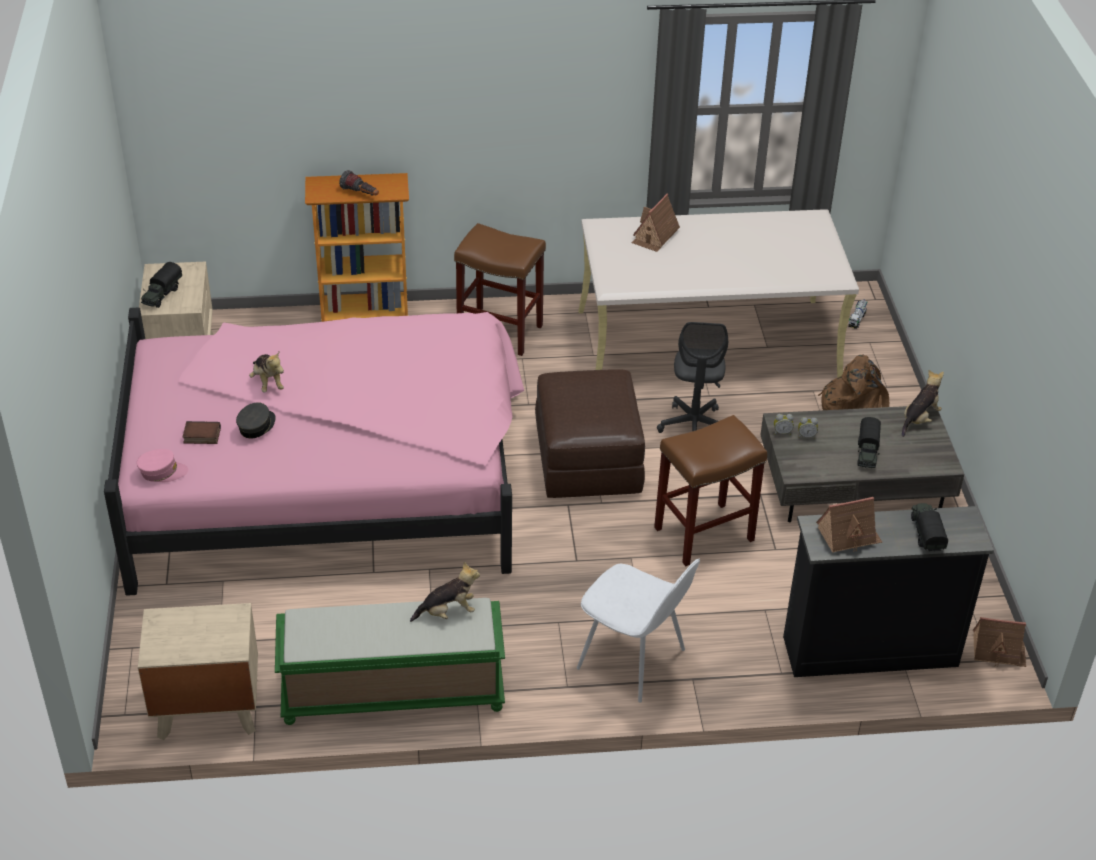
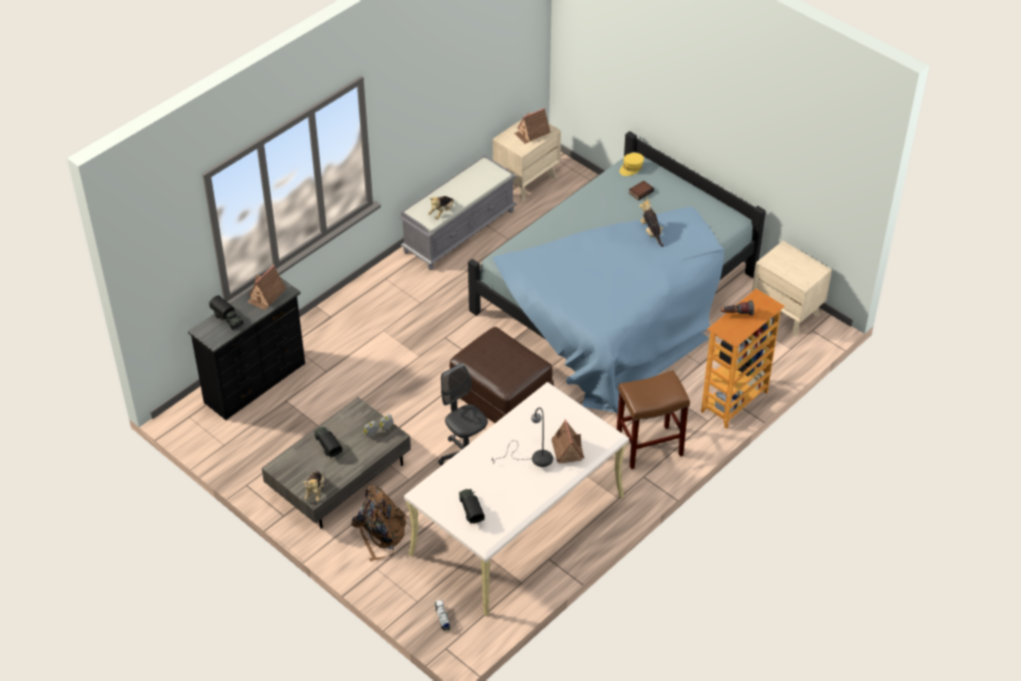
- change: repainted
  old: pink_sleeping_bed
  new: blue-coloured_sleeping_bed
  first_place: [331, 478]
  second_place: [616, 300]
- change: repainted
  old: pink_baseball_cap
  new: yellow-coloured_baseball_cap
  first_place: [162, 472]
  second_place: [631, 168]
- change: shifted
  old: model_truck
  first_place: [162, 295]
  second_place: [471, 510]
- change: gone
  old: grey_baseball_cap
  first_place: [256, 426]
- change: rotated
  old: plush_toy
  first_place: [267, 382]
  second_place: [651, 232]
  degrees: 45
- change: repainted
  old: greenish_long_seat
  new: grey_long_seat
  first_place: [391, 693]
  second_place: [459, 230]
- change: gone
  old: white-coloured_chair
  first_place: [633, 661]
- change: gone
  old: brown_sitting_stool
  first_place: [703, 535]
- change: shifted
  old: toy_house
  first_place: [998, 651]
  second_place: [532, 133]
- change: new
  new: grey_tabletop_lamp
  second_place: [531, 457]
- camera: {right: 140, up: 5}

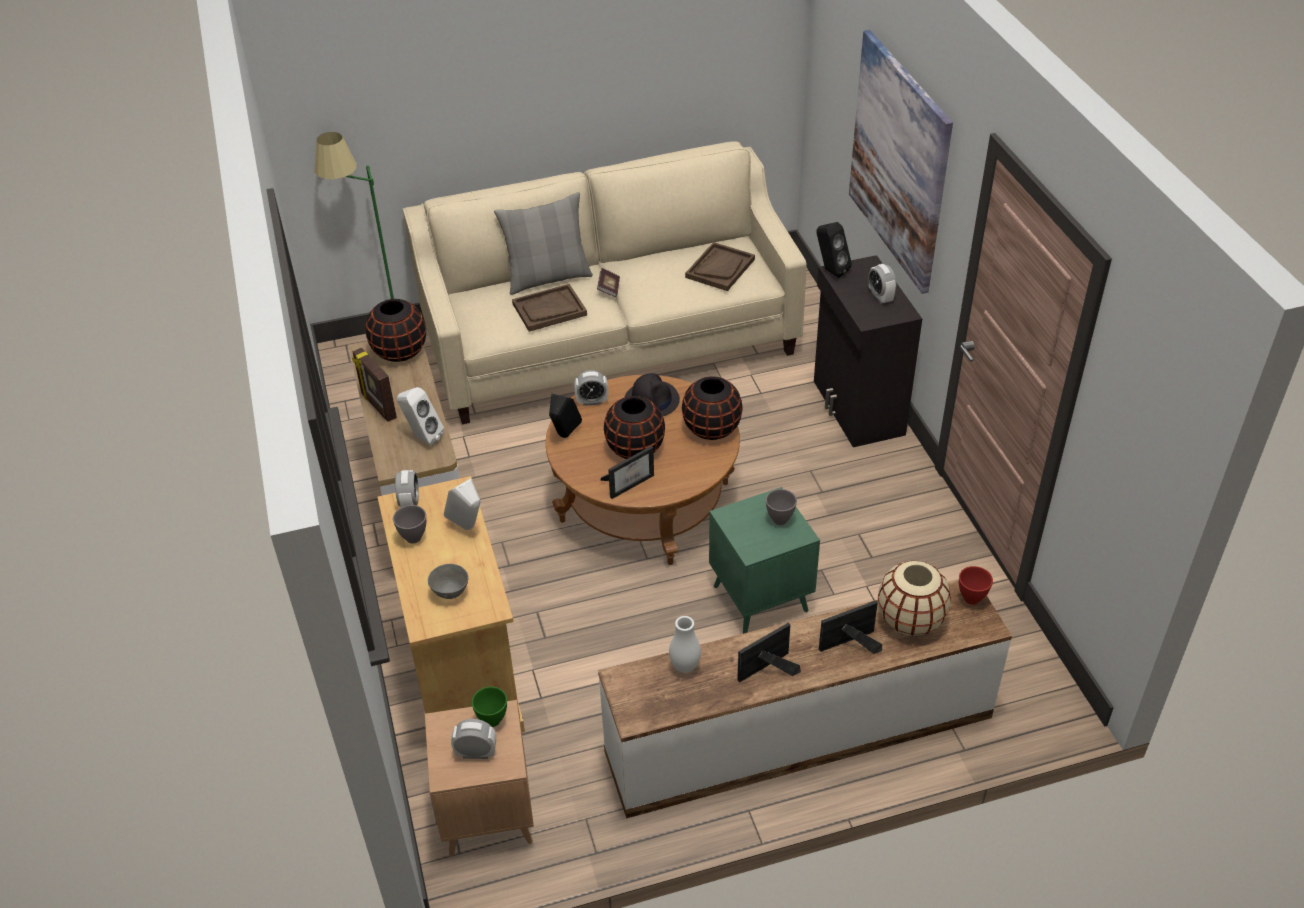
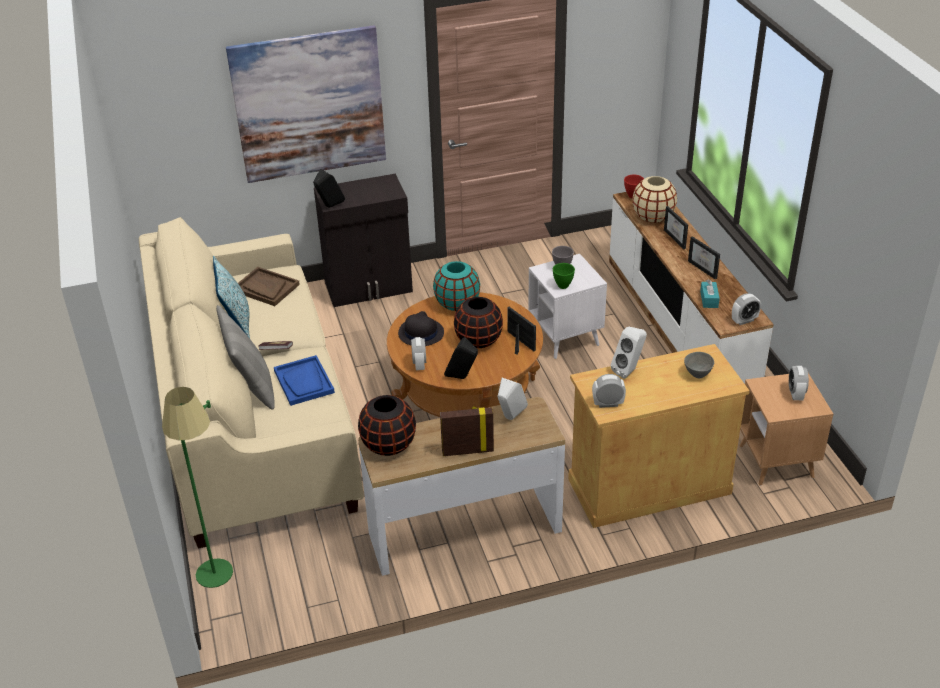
- change: rotated
  old: photo_frame
  first_place: [378, 406]
  second_place: [467, 450]
  degrees: -150
- change: gone
  old: grey_deep_dish
  first_place: [414, 538]
- change: shifted
  old: greenish_deep_dish
  first_place: [492, 719]
  second_place: [562, 286]
- change: repainted
  old: brown_tray
  new: blue-coloured_tray
  first_place: [549, 310]
  second_place: [304, 382]
- change: swapped
  old: white-coloured_flower_vase
  new: turquoise_tissue_holder
  first_place: [685, 666]
  second_place: [709, 299]
- change: repainted
  old: blackish_flower_vase
  new: turquoise_flower_vase
  first_place: [711, 429]
  second_place: [457, 304]
- change: repainted
  old: greenish_end_table
  new: white-coloured_end_table
  first_place: [760, 599]
  second_place: [565, 337]
- change: shifted
  old: table_clock
  first_place: [880, 297]
  second_place: [744, 320]
- change: new
  new: pillow
  second_place: [236, 321]
- camera: {right: -90, up: -5}

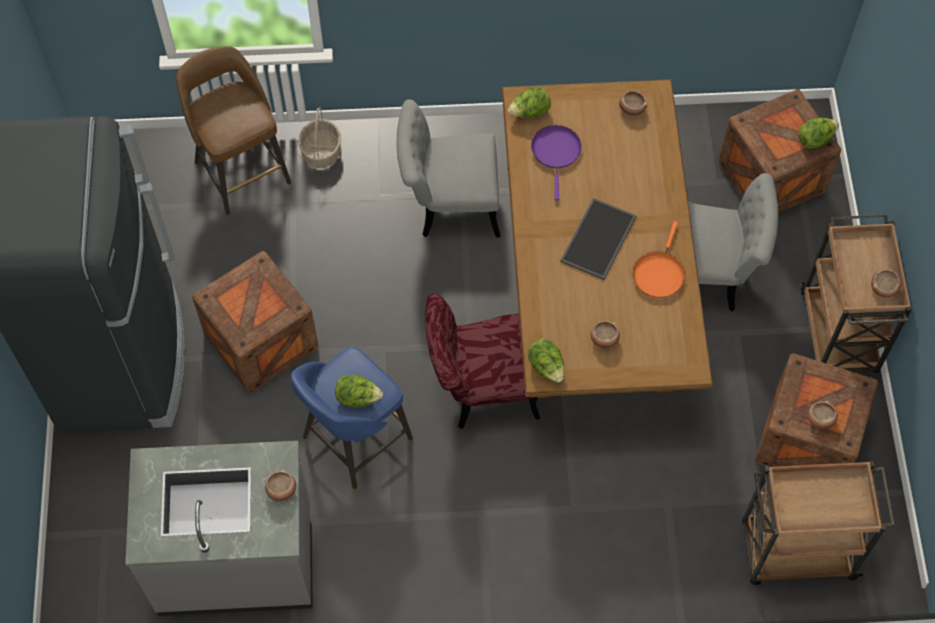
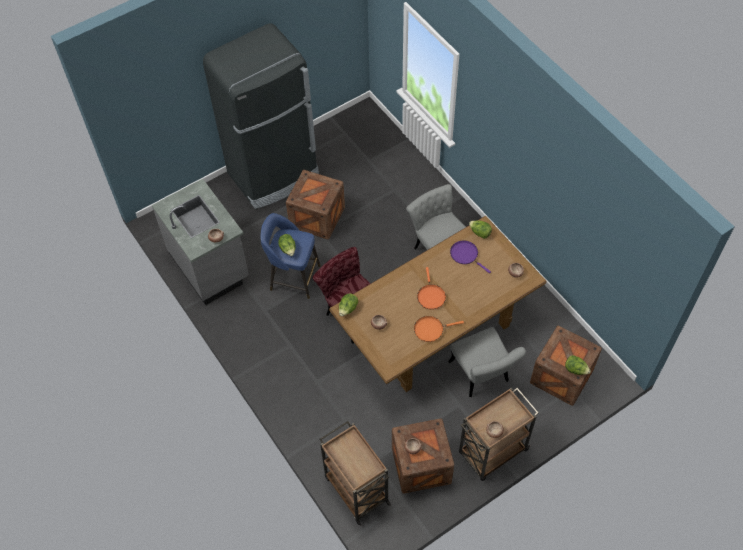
- change: gone
  old: brown_sitting_stool
  first_place: [241, 170]
- change: gone
  old: household_basket
  first_place: [321, 152]
- change: rotated
  old: purple_frying_pan
  first_place: [556, 153]
  second_place: [465, 255]
  degrees: -105
- change: swapped
  old: tray
  new: orange_frying_pan
  first_place: [599, 240]
  second_place: [430, 296]
- camera: {right: 60, up: -5}

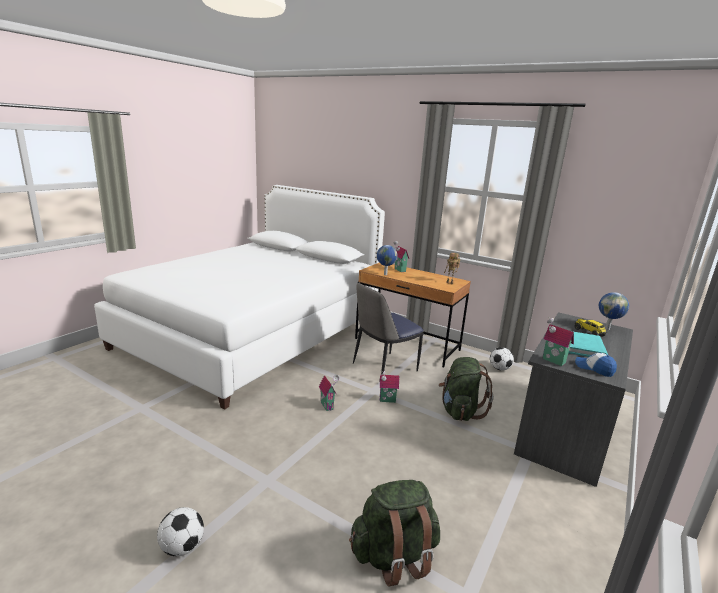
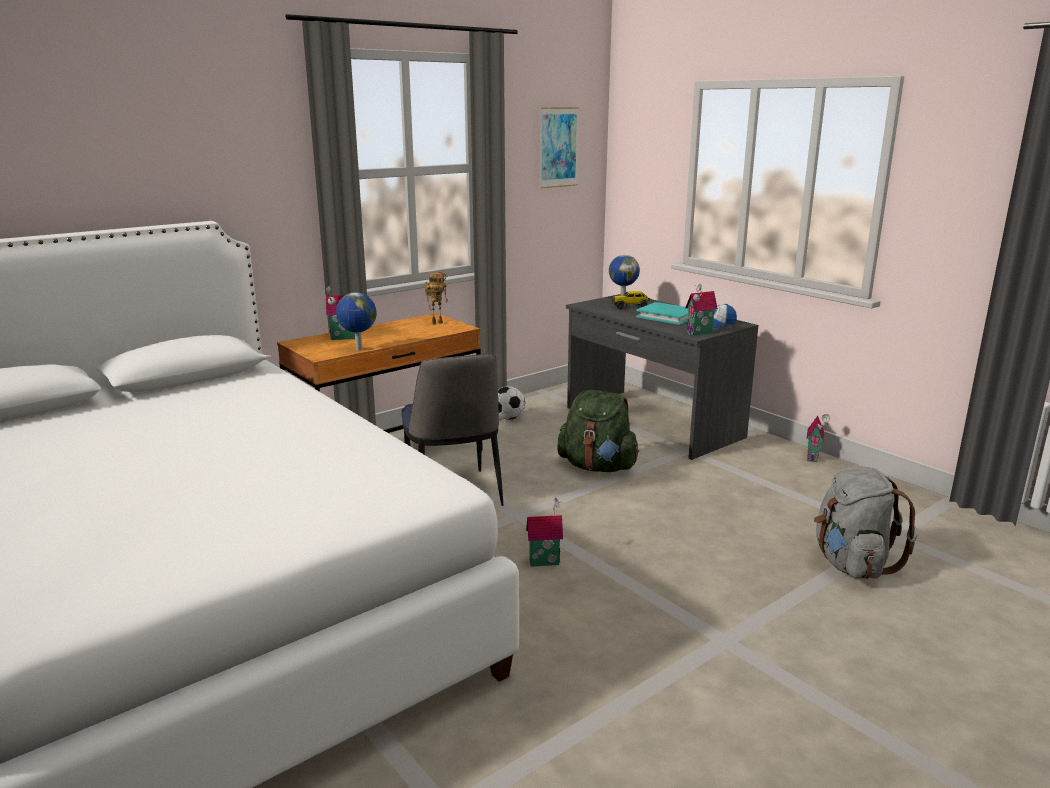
- change: gone
  old: ball_for_football
  first_place: [182, 547]
- change: repainted
  old: greenish_backpack
  new: grey_backpack
  first_place: [394, 556]
  second_place: [851, 563]
- change: shifted
  old: toy_house
  first_place: [387, 400]
  second_place: [814, 457]
- change: new
  new: wall_picture
  second_place: [558, 147]
- camera: {right: -70, up: 0}

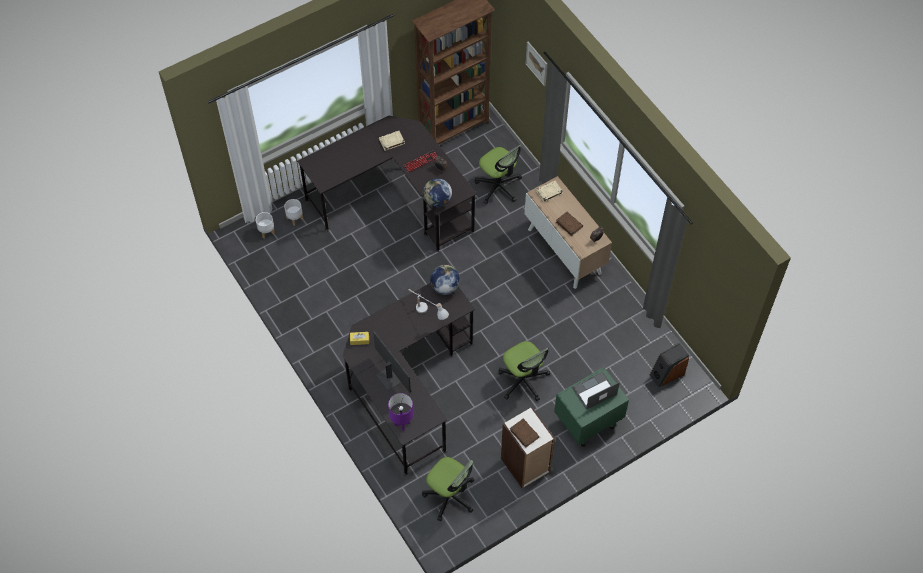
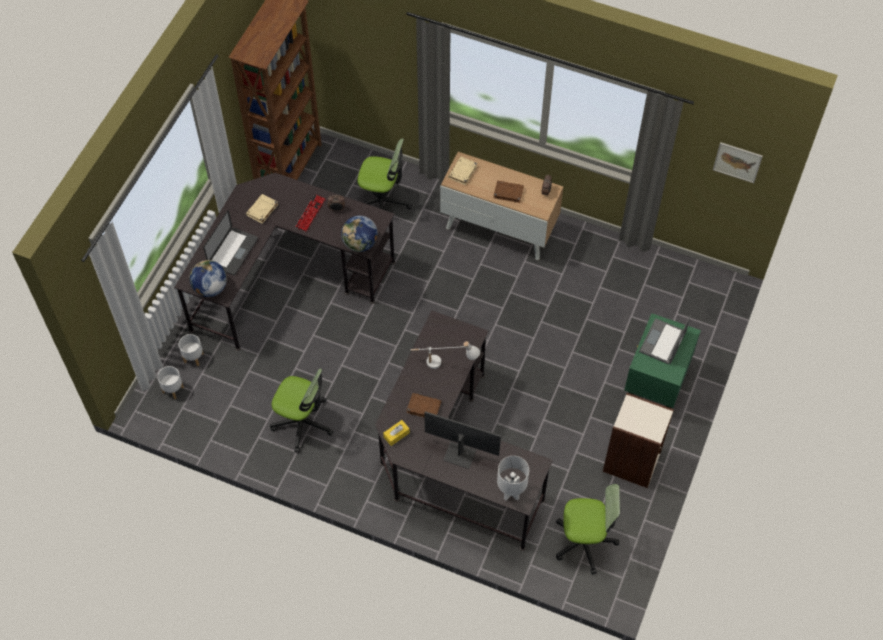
- change: repainted
  old: purple_tabletop_lamp
  new: white-coloured_tabletop_lamp
  first_place: [402, 424]
  second_place: [511, 493]
- change: shifted
  old: desk_globe
  first_place: [444, 287]
  second_place: [210, 288]
- change: shifted
  old: desk_chair
  first_place: [523, 380]
  second_place: [303, 423]
- change: shifted
  old: brown_volume
  first_place: [524, 433]
  second_place: [423, 407]
- change: shifted
  old: wall_picture
  first_place: [537, 63]
  second_place: [737, 162]
- change: gone
  old: loudspeaker
  first_place: [666, 374]
- change: new
  new: portable_computer
  second_place: [233, 252]
- camera: {right: -35, up: 0}

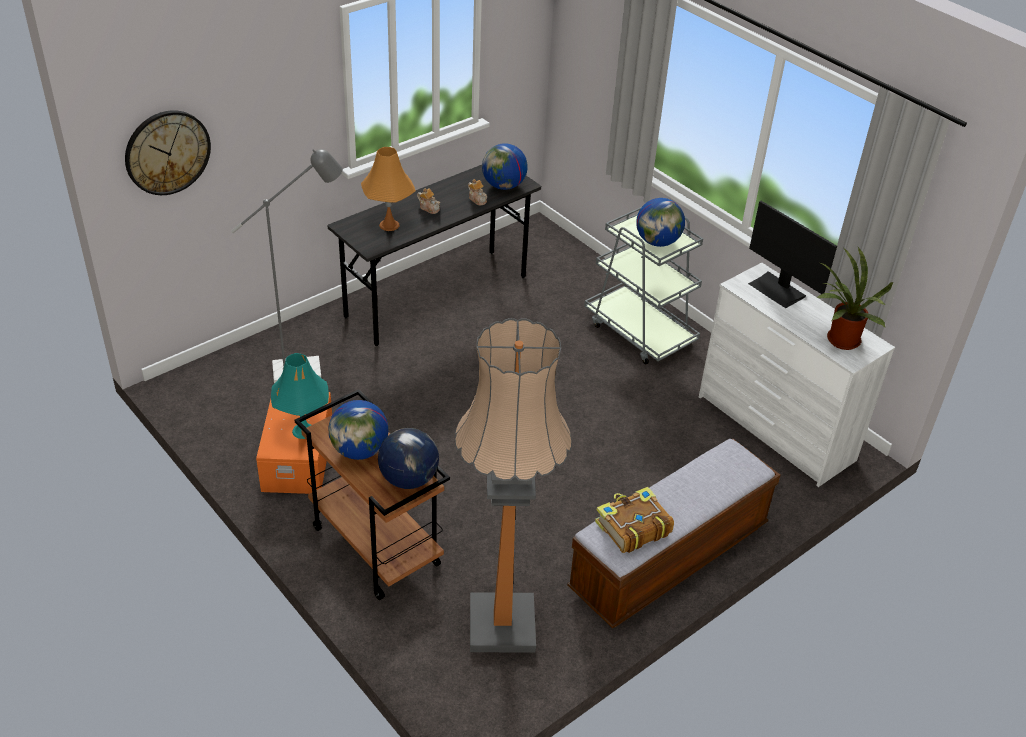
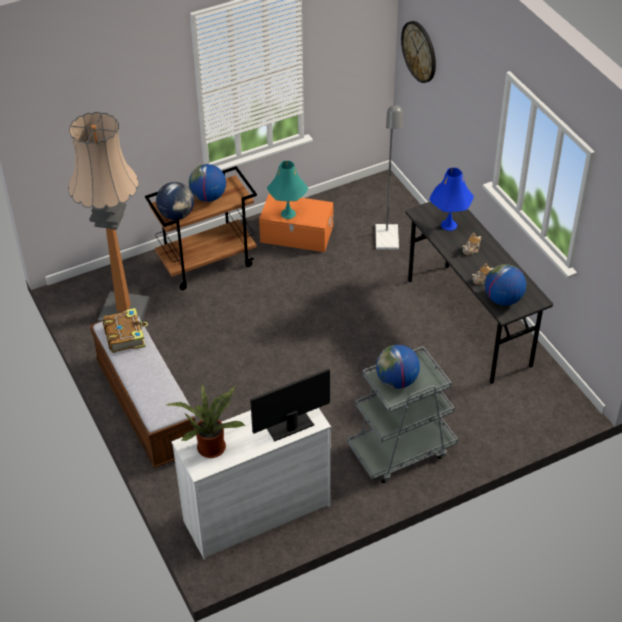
- change: repainted
  old: orange_tabletop_lamp
  new: blue-coloured_tabletop_lamp
  first_place: [389, 225]
  second_place: [449, 225]
- camera: {right: 105, up: 5}

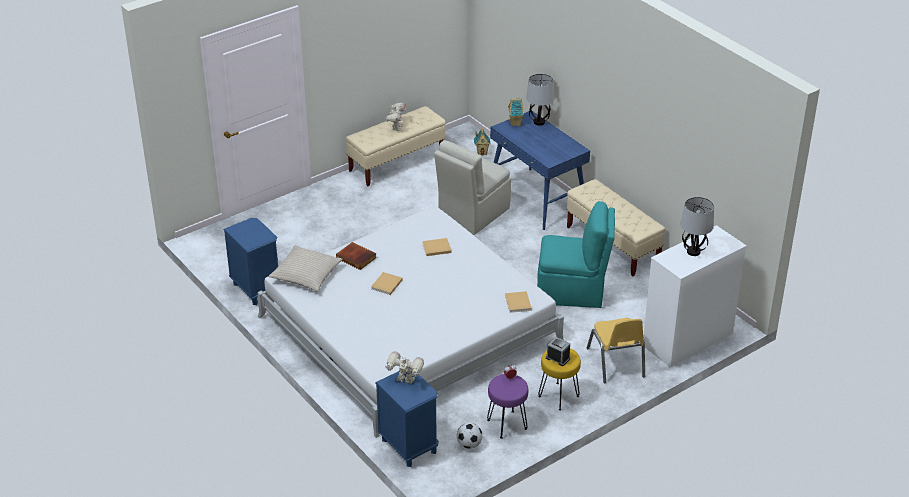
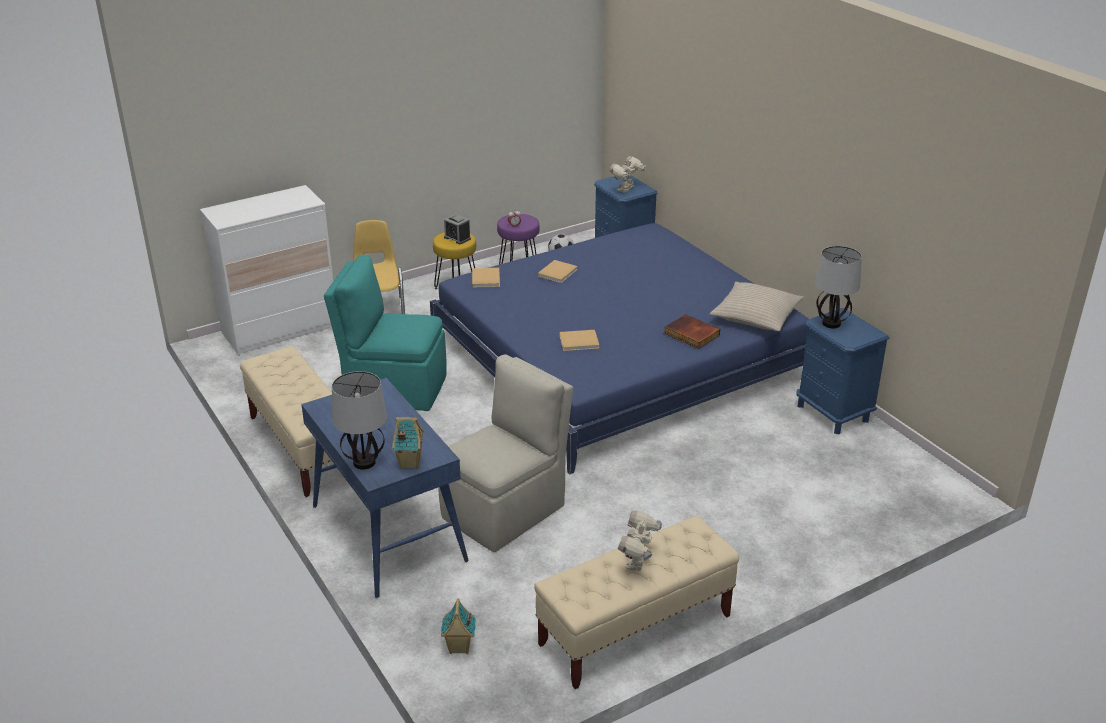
- change: repainted
  old: white-coloured_sleeping_bed
  new: blue-coloured_sleeping_bed
  first_place: [410, 329]
  second_place: [617, 356]
- change: shifted
  old: beige-coloured_volume
  first_place: [386, 285]
  second_place: [558, 272]
- change: rotated
  old: robot_figure
  first_place: [405, 381]
  second_place: [626, 190]
  degrees: 105
- change: shifted
  old: tabletop_lamp
  first_place: [693, 252]
  second_place: [831, 323]
- camera: {right: -175, up: -5}

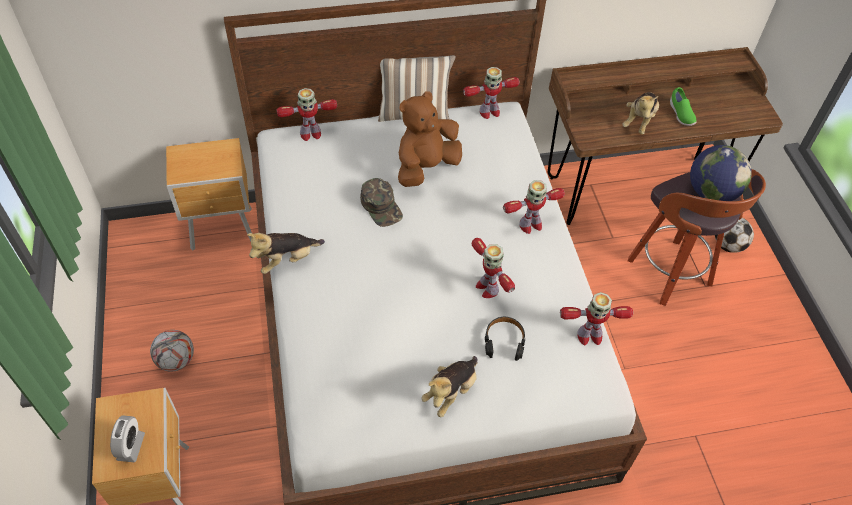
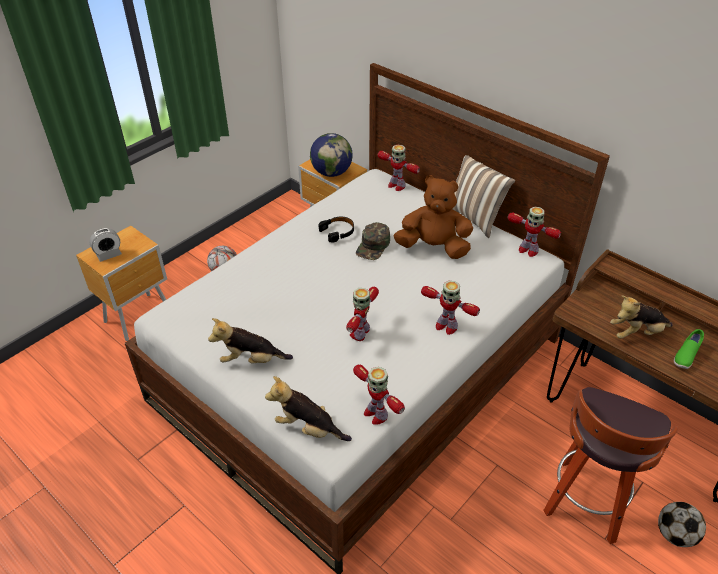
- change: shifted
  old: plush_toy
  first_place: [287, 260]
  second_place: [308, 428]
- change: shifted
  old: blackish_pair_of_headphones
  first_place: [504, 341]
  second_place: [338, 232]
- change: shifted
  old: desk_globe
  first_place: [711, 193]
  second_place: [331, 173]
- camera: {right: 55, up: -10}

